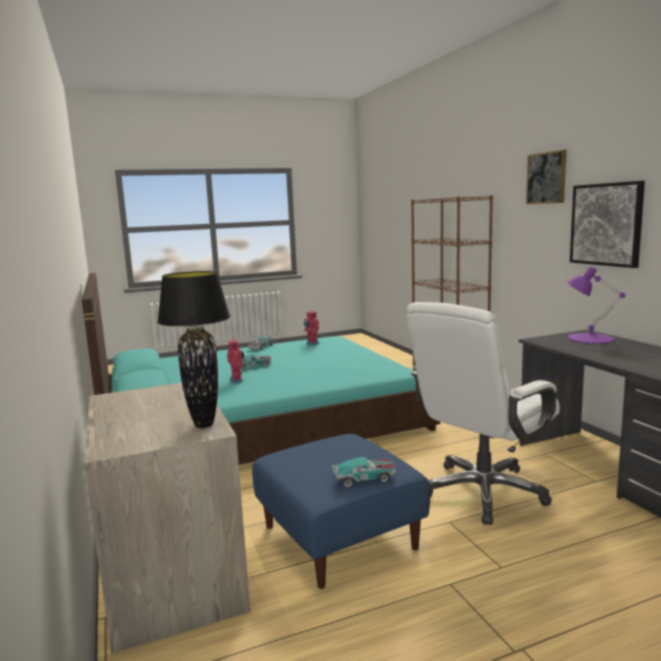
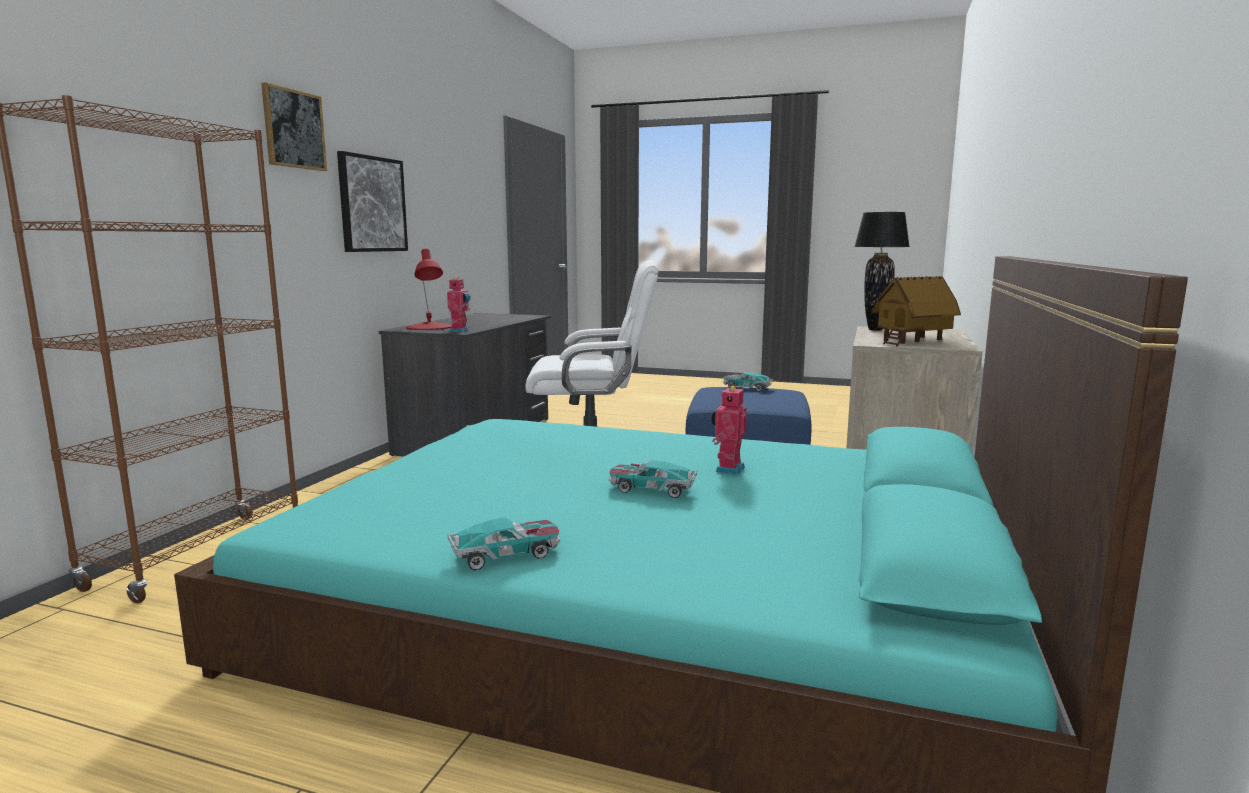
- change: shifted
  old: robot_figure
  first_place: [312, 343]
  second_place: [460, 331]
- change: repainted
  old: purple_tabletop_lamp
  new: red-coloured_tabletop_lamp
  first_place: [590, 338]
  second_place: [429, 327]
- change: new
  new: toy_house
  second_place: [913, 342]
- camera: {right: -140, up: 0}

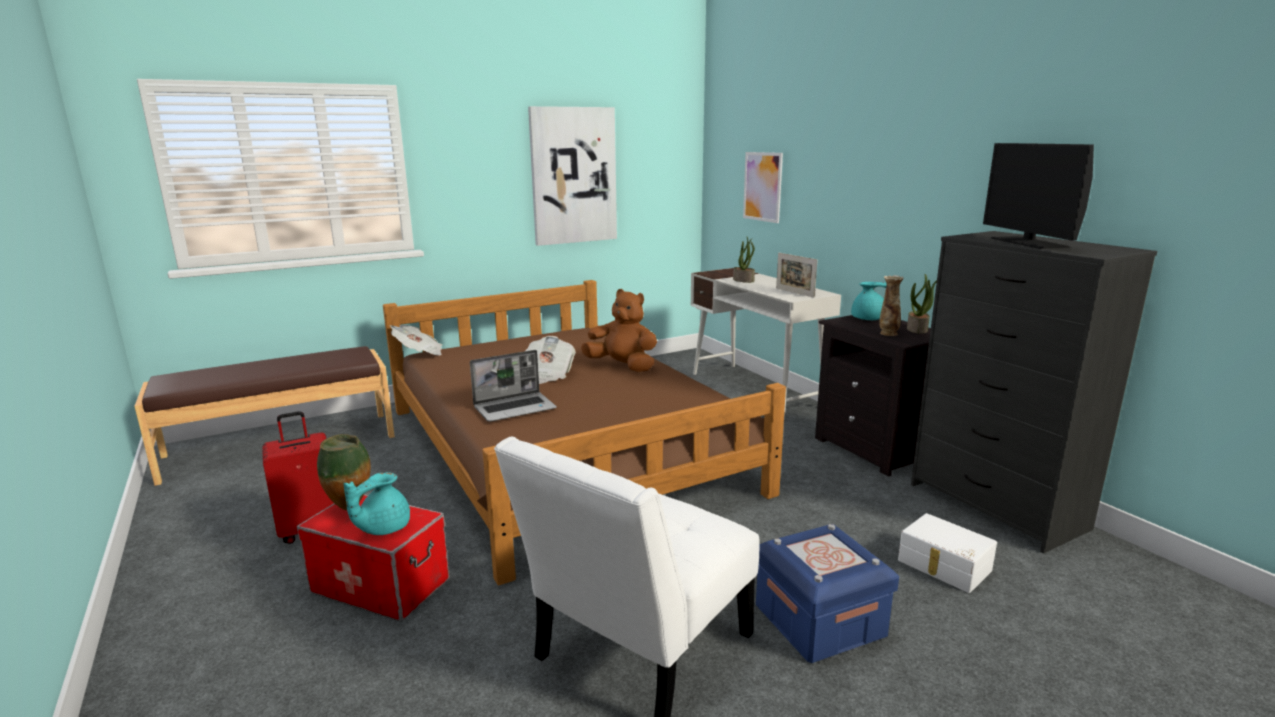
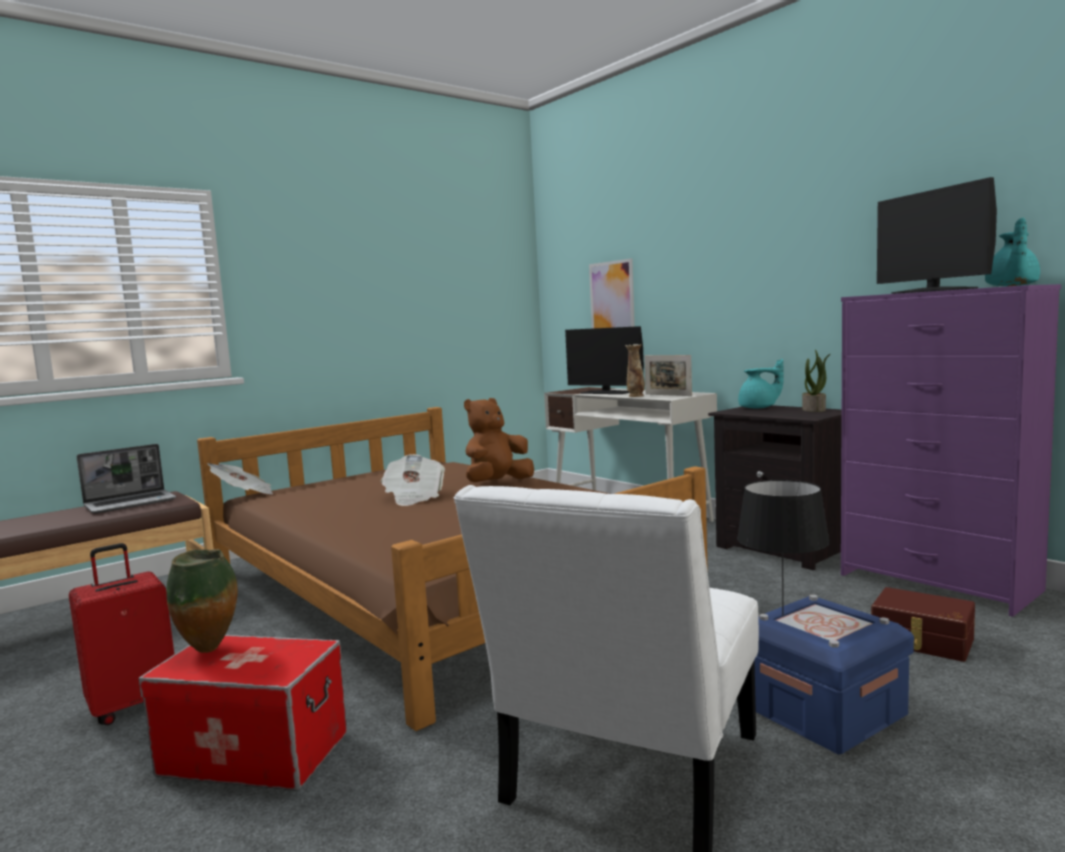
- change: shifted
  old: turquoise_teapot
  first_place: [382, 528]
  second_place: [1011, 286]
- change: shifted
  old: portable_computer
  first_place: [515, 408]
  second_place: [131, 503]
- change: gone
  old: wall_picture
  first_place: [573, 176]
- change: rotated
  old: brown_plush_toy
  first_place: [622, 366]
  second_place: [497, 484]
  degrees: -60
- change: swapped
  old: plant_in_a_pot
  new: computer_screen
  first_place: [744, 280]
  second_place: [606, 392]
- change: shifted
  old: flower_vase
  first_place: [888, 333]
  second_place: [635, 396]
- change: repainted
  old: white-coloured_storage_container
  new: brown_storage_container
  first_place: [943, 566]
  second_place: [922, 641]
- change: repainted
  old: blackish_dresser
  new: purple_dresser
  first_place: [997, 506]
  second_place: [940, 583]
- change: new
  new: blackish_tabletop_lamp
  second_place: [782, 615]
- camera: {right: -10, up: -10}

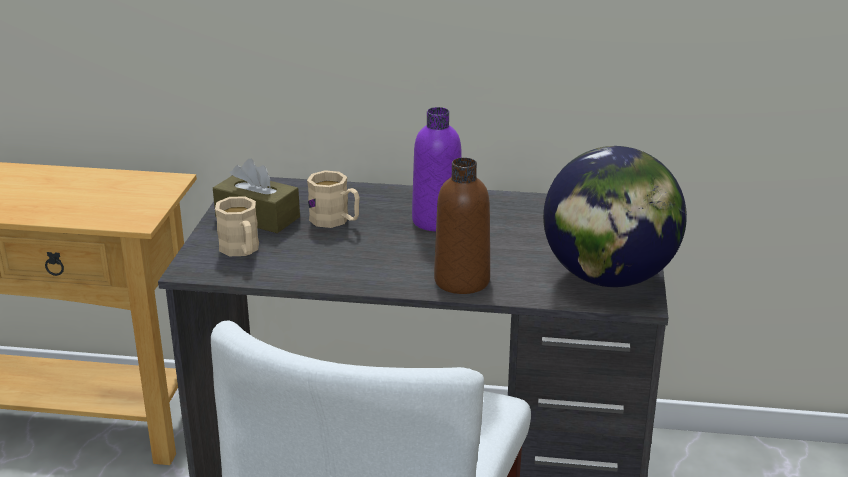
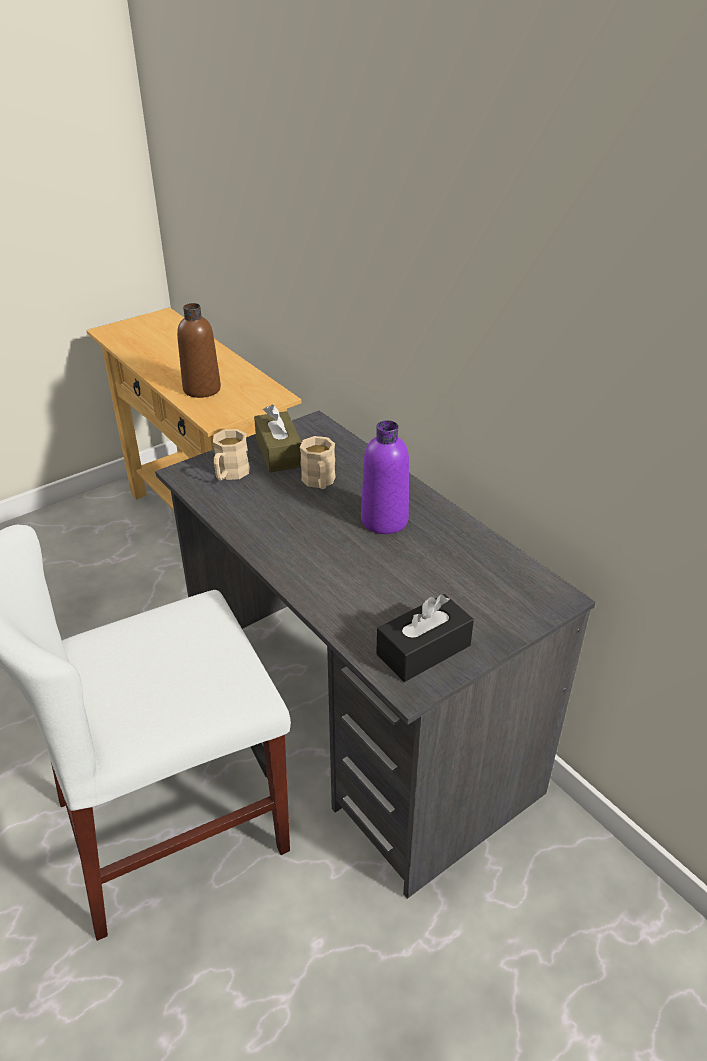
- change: shifted
  old: brown_beverage_bottle
  first_place: [462, 281]
  second_place: [202, 389]
- change: swapped
  old: desk_globe
  new: blackish_tissue_holder
  first_place: [608, 277]
  second_place: [423, 650]
- camera: {right: 45, up: 10}

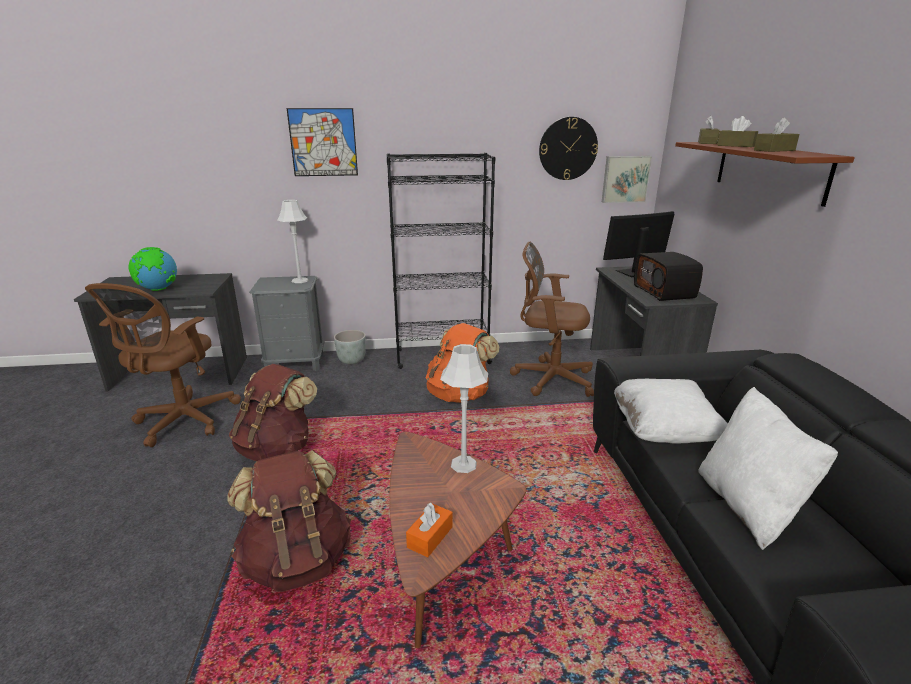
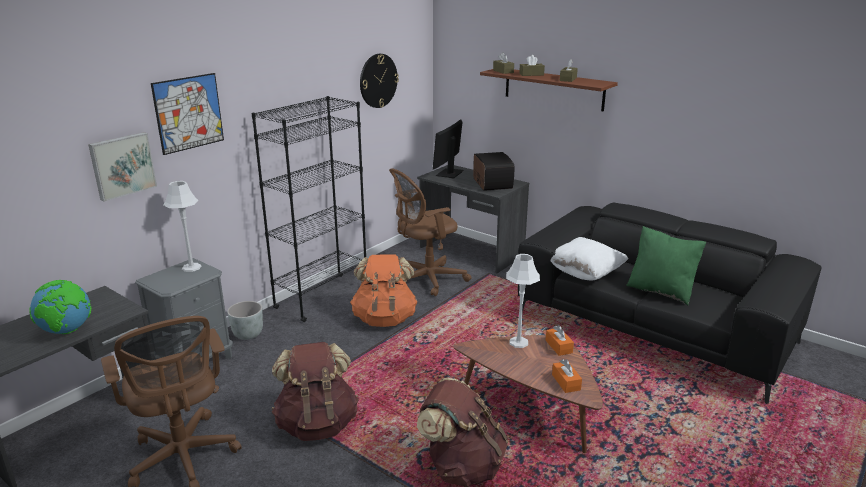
- change: shifted
  old: wall_picture
  first_place: [625, 179]
  second_place: [122, 165]
- change: rotated
  old: radio
  first_place: [665, 292]
  second_place: [491, 183]
  degrees: -135
- change: repainted
  old: white-coloured_pillow
  new: greenish_pillow
  first_place: [747, 506]
  second_place: [661, 291]
- change: new
  new: orange_tissue_holder
  second_place: [558, 346]
- camera: {right: -45, up: 0}

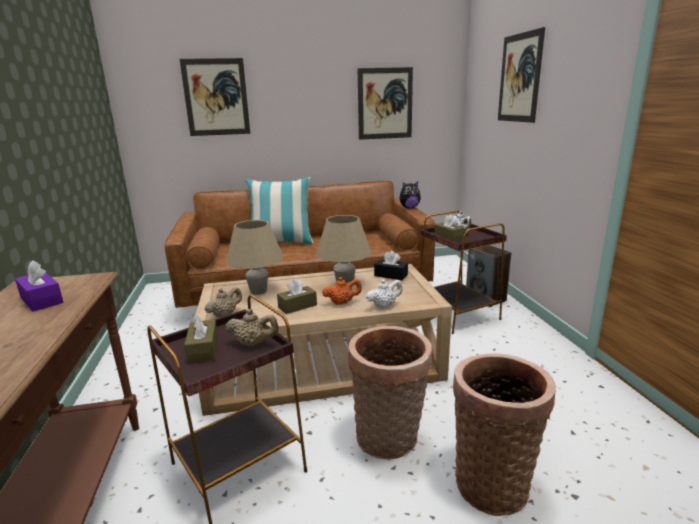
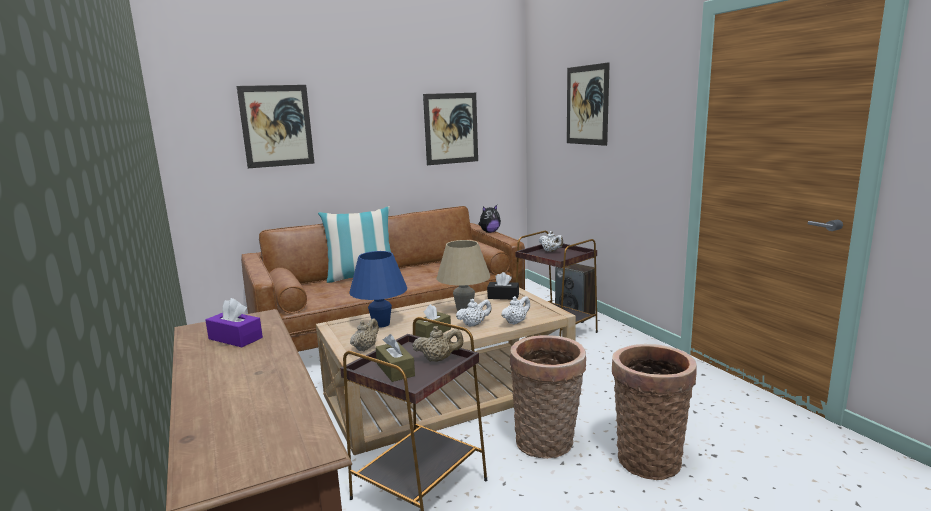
- change: repainted
  old: beige-coloured_tabletop_lamp
  new: blue-coloured_tabletop_lamp
  first_place: [258, 291]
  second_place: [381, 324]
- change: repainted
  old: orange_teapot
  new: white-coloured_teapot
  first_place: [342, 303]
  second_place: [474, 324]
- change: gone
  old: brown_tissue_holder
  first_place: [448, 237]
- camera: {right: -15, up: -5}

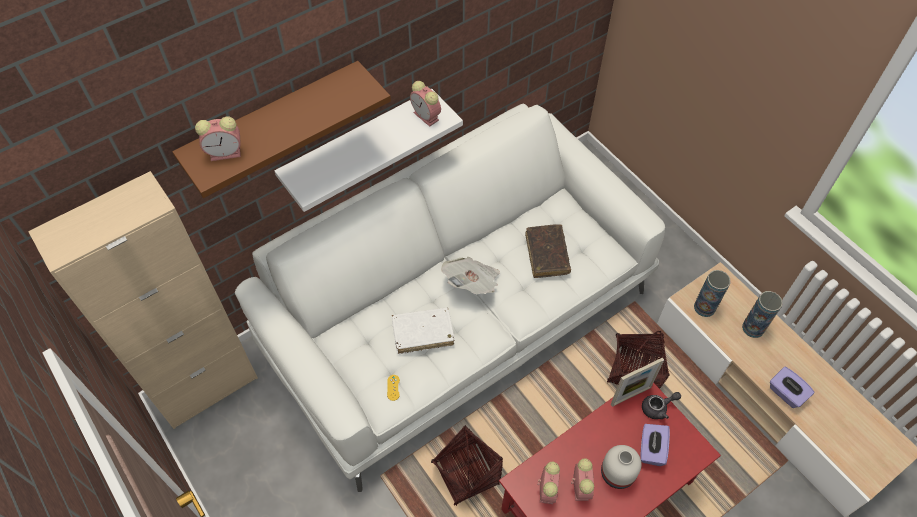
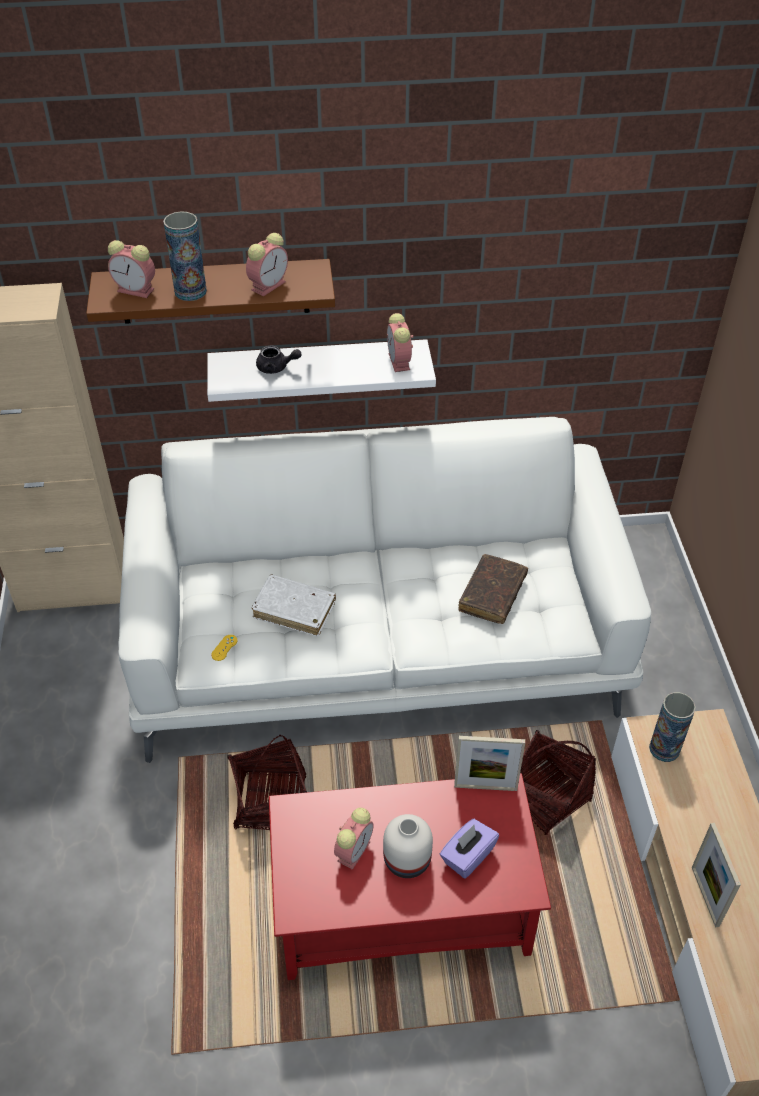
- change: gone
  old: printed_paper
  first_place: [472, 283]
- change: shifted
  old: table_clock
  first_place: [547, 489]
  second_place: [269, 285]
- change: shifted
  old: grey_teapot
  first_place: [658, 408]
  second_place: [276, 367]
- change: shifted
  old: flower_vase
  first_place: [753, 328]
  second_place: [190, 291]
- change: swapped
  old: purple_tissue_holder
  new: photo_frame
  first_place: [786, 393]
  second_place: [705, 896]
- camera: {right: 30, up: -10}

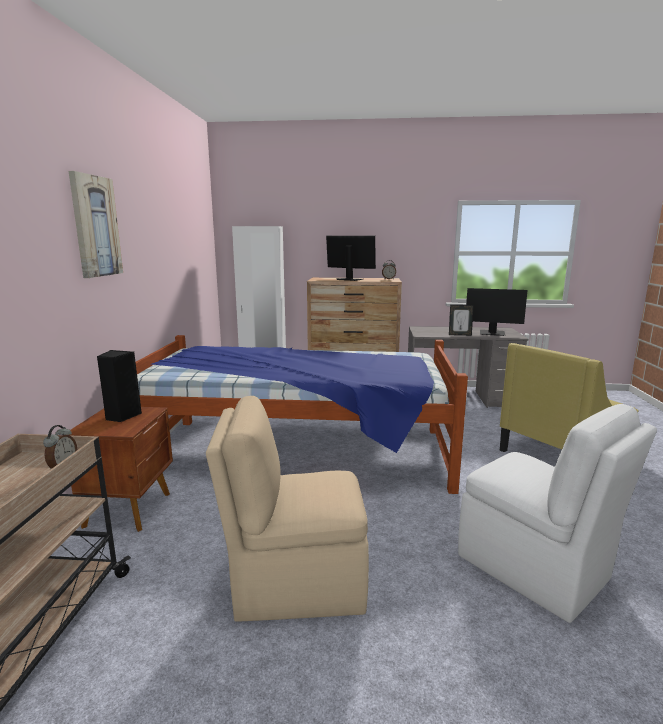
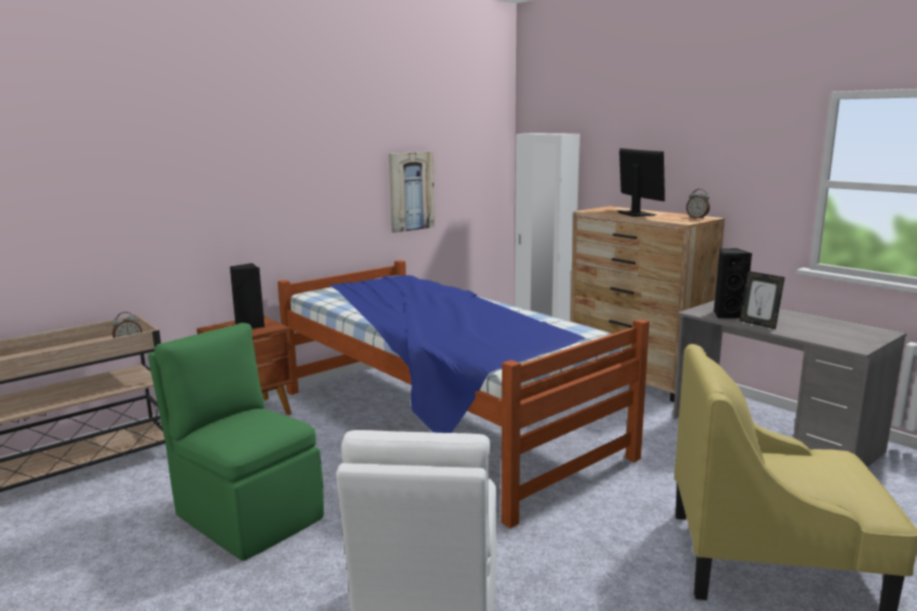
- change: shifted
  old: wall_picture
  first_place: [95, 226]
  second_place: [411, 191]
- change: repainted
  old: beige-coloured_chair
  new: greenish_chair
  first_place: [295, 582]
  second_place: [247, 515]
- change: gone
  old: computer_screen
  first_place: [492, 333]
- change: new
  new: blackish_loudspeaker
  second_place: [727, 315]
- camera: {right: 45, up: 0}

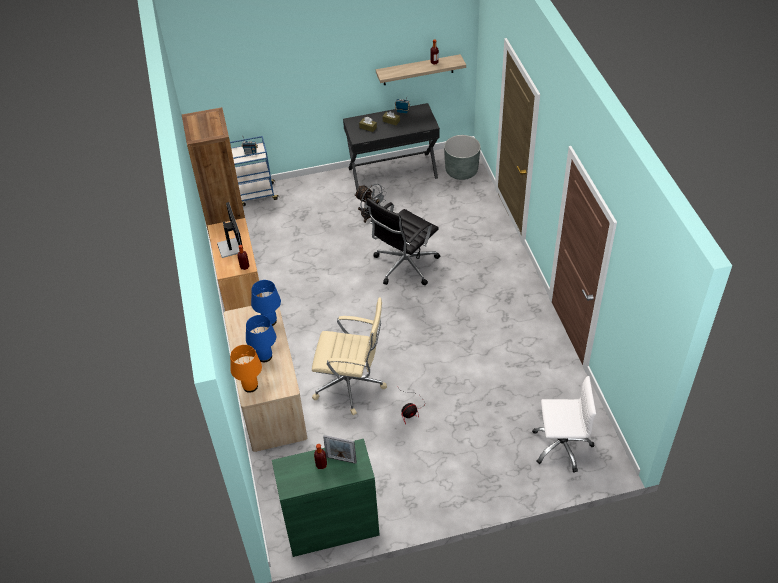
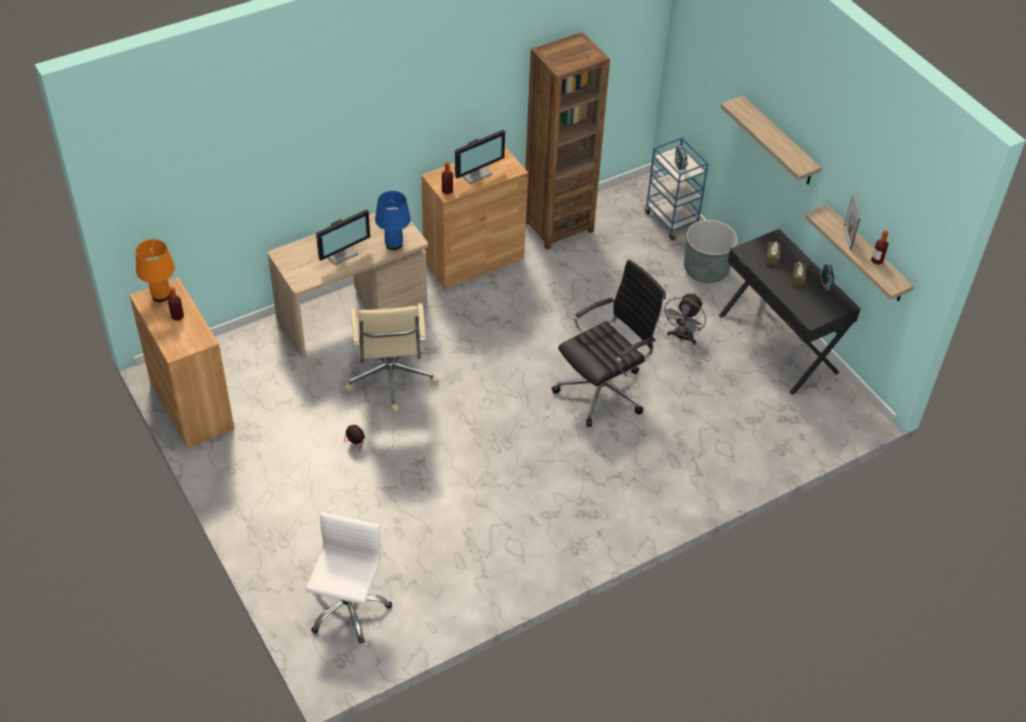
- change: shifted
  old: orange_tabletop_lamp
  first_place: [250, 386]
  second_place: [161, 295]
- change: swapped
  old: blue-coloured_tabletop_lamp
  new: computer_screen
  first_place: [264, 356]
  second_place: [340, 252]
- change: repainted
  old: greenish_cupboard
  new: brown_cupboard
  first_place: [331, 526]
  second_place: [191, 404]
- change: shifted
  old: photo_frame
  first_place: [341, 460]
  second_place: [847, 237]
- change: rotated
  old: blackish_desk_chair
  first_place: [404, 266]
  second_place: [604, 390]
  degrees: 120
- change: shifted
  old: grey_flower_pot
  first_place: [461, 171]
  second_place: [706, 270]
- change: rotated
  old: white-coloured_desk_chair
  first_place: [561, 446]
  second_place: [347, 608]
  degrees: -150
- change: new
  new: bracket_shelf
  second_place: [778, 142]
- camera: {right: 70, up: 0}

